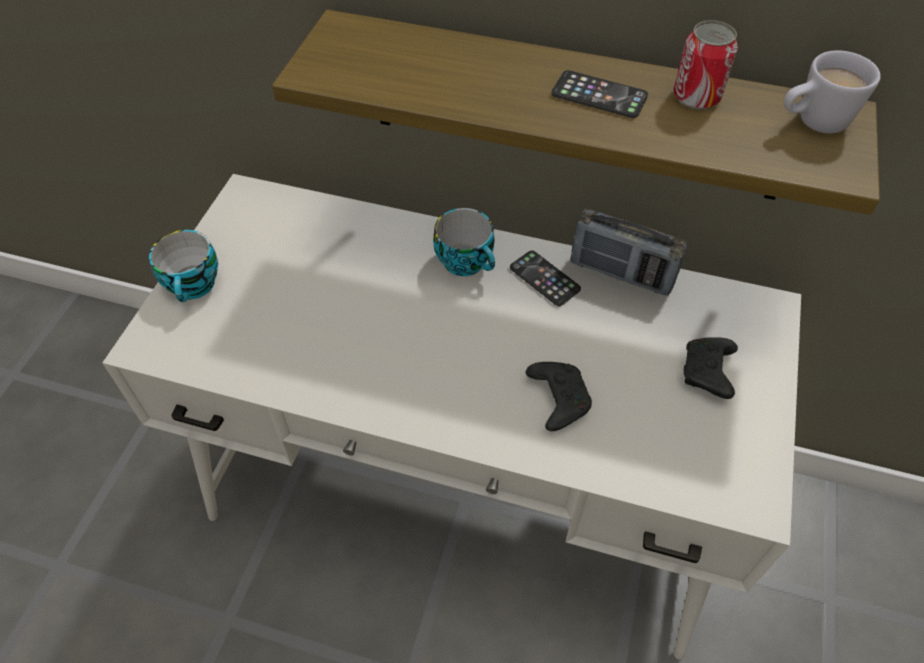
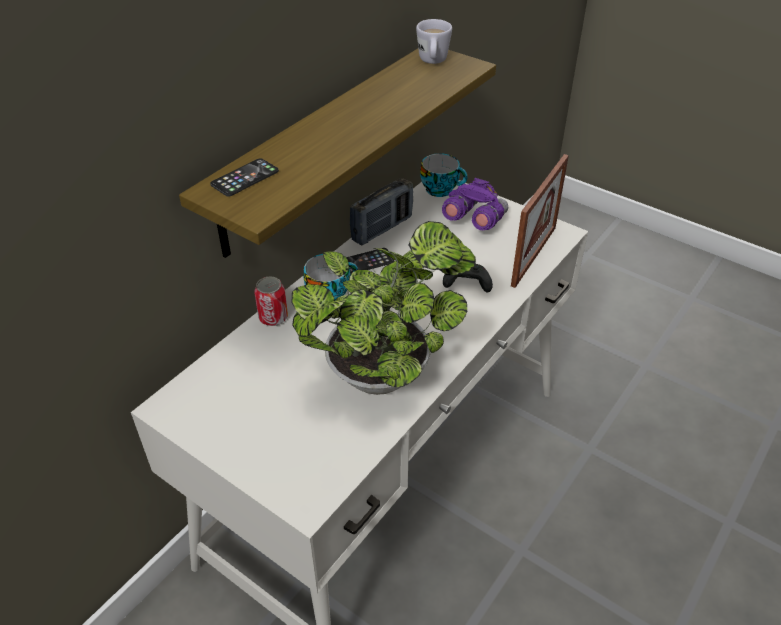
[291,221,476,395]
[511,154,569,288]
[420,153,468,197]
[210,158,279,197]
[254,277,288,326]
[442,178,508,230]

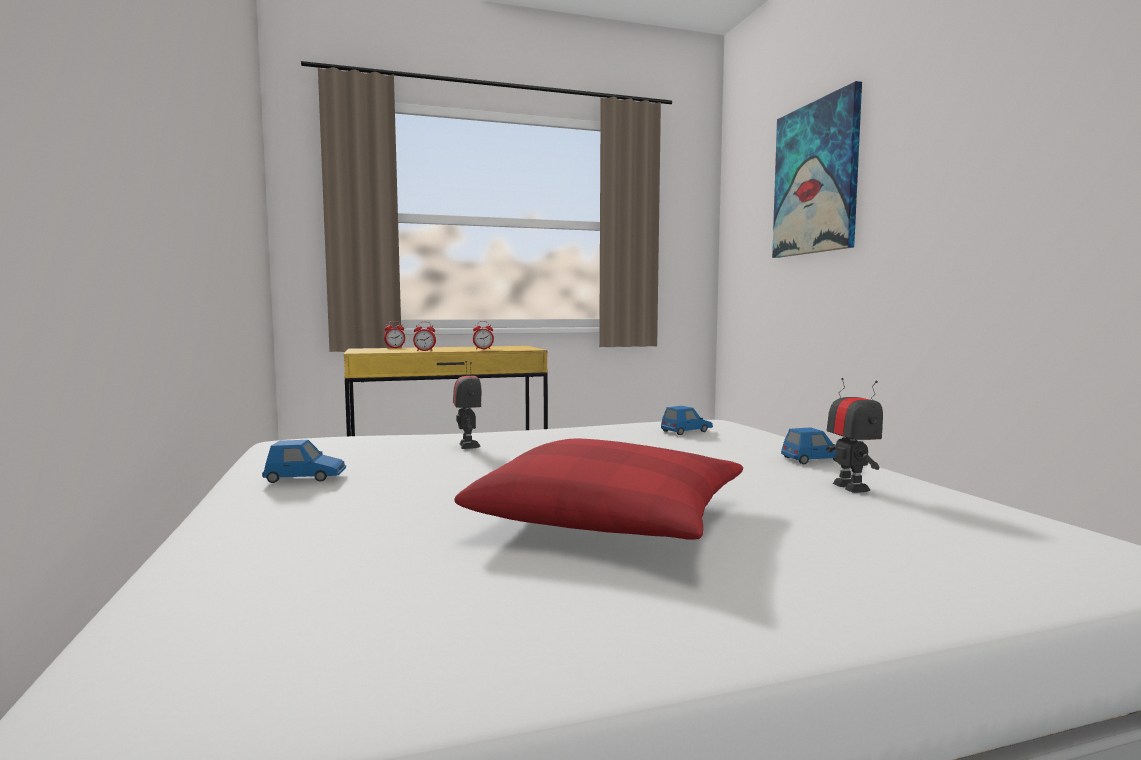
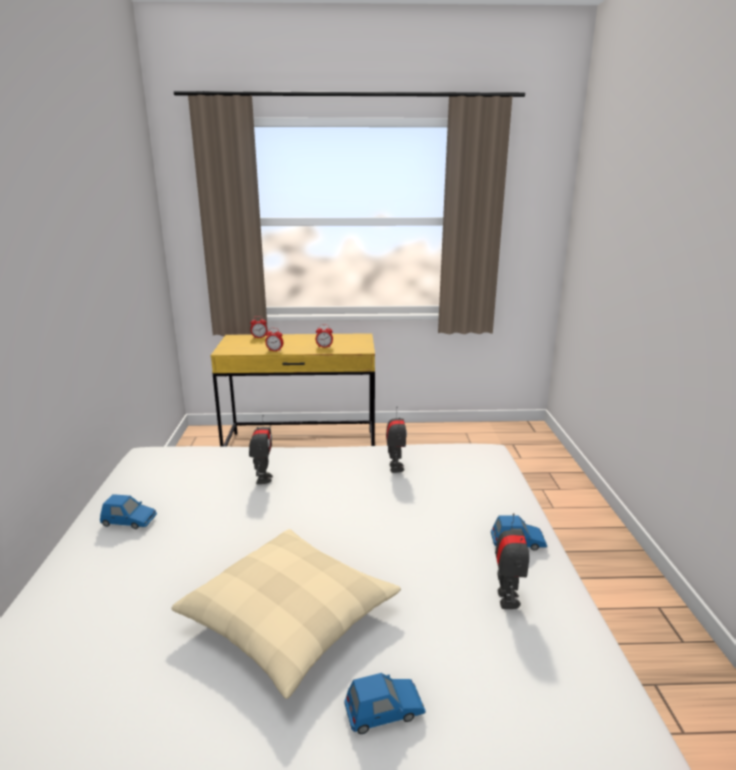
[772,81,862,258] (first image)
[386,407,407,473]
[344,673,426,734]
[172,529,401,699]

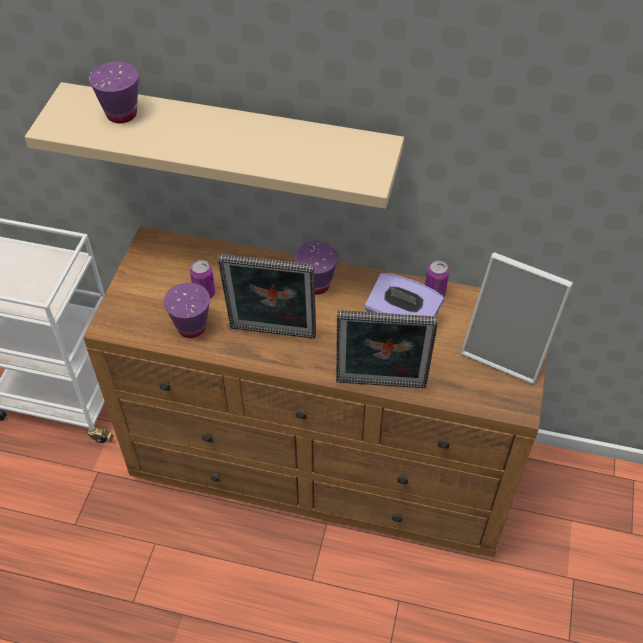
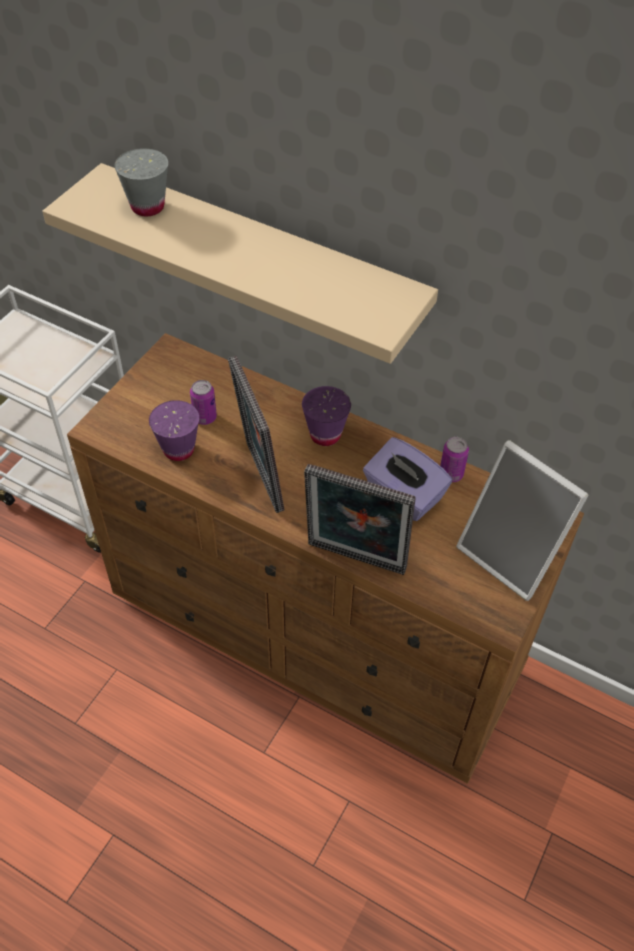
[114,148,168,216]
[228,356,285,513]

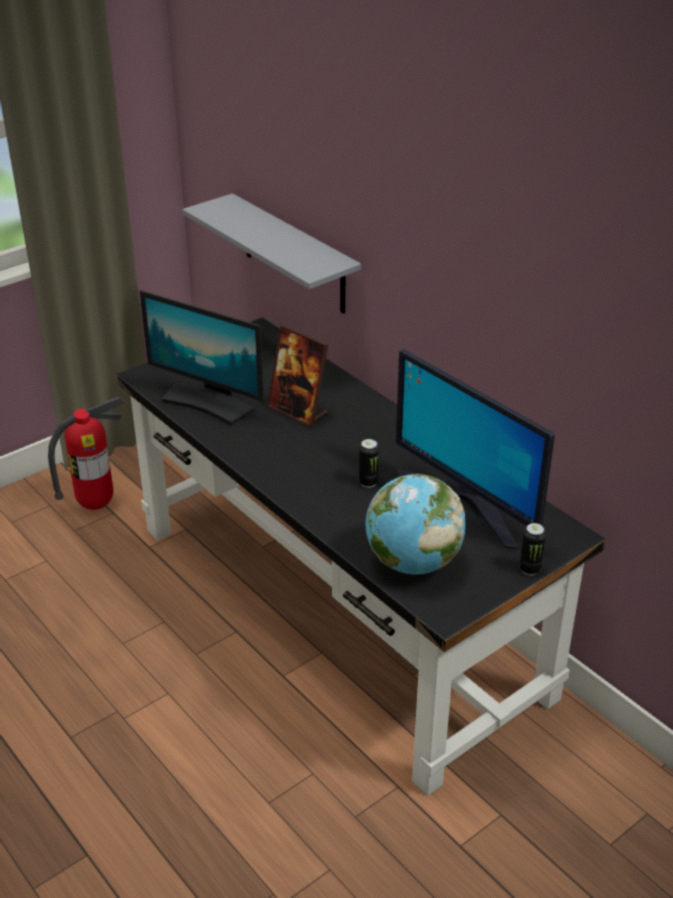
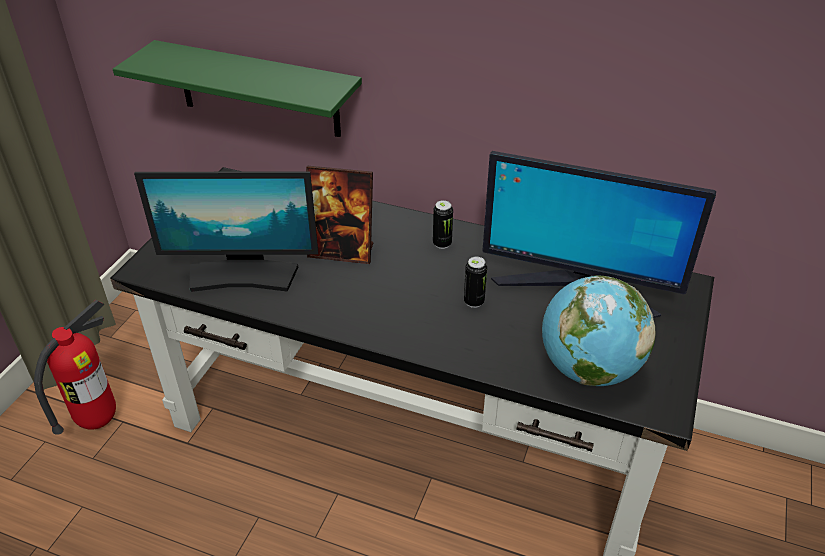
[433,200,453,249]
[113,40,362,137]

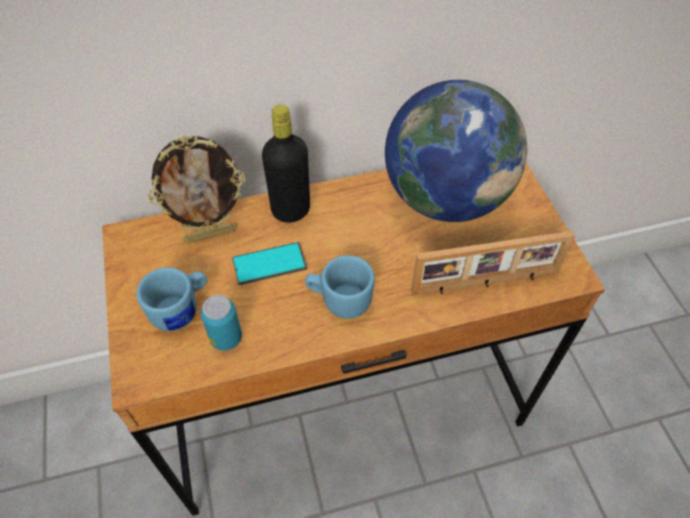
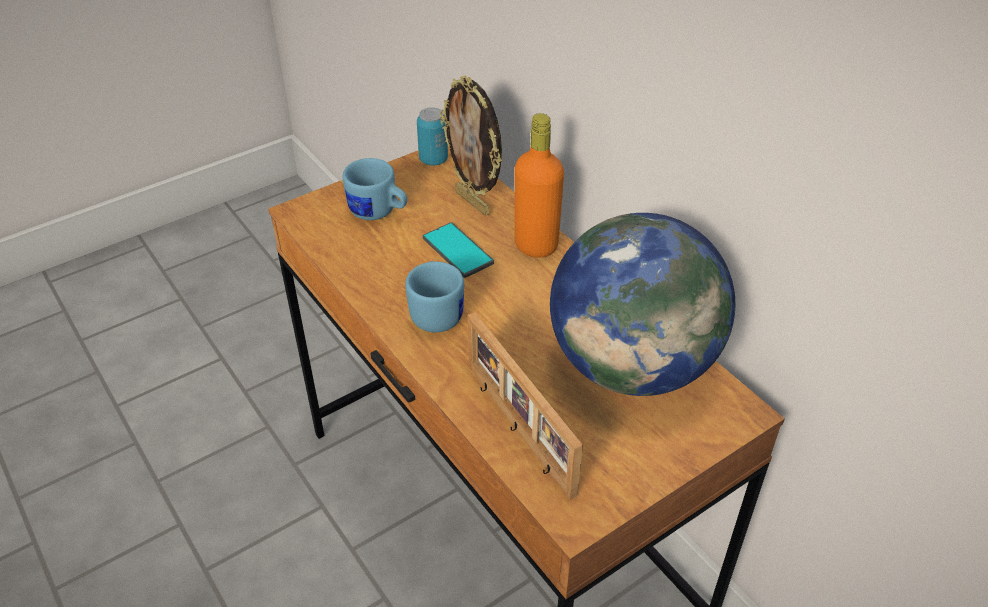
[417,107,448,166]
[514,113,564,257]

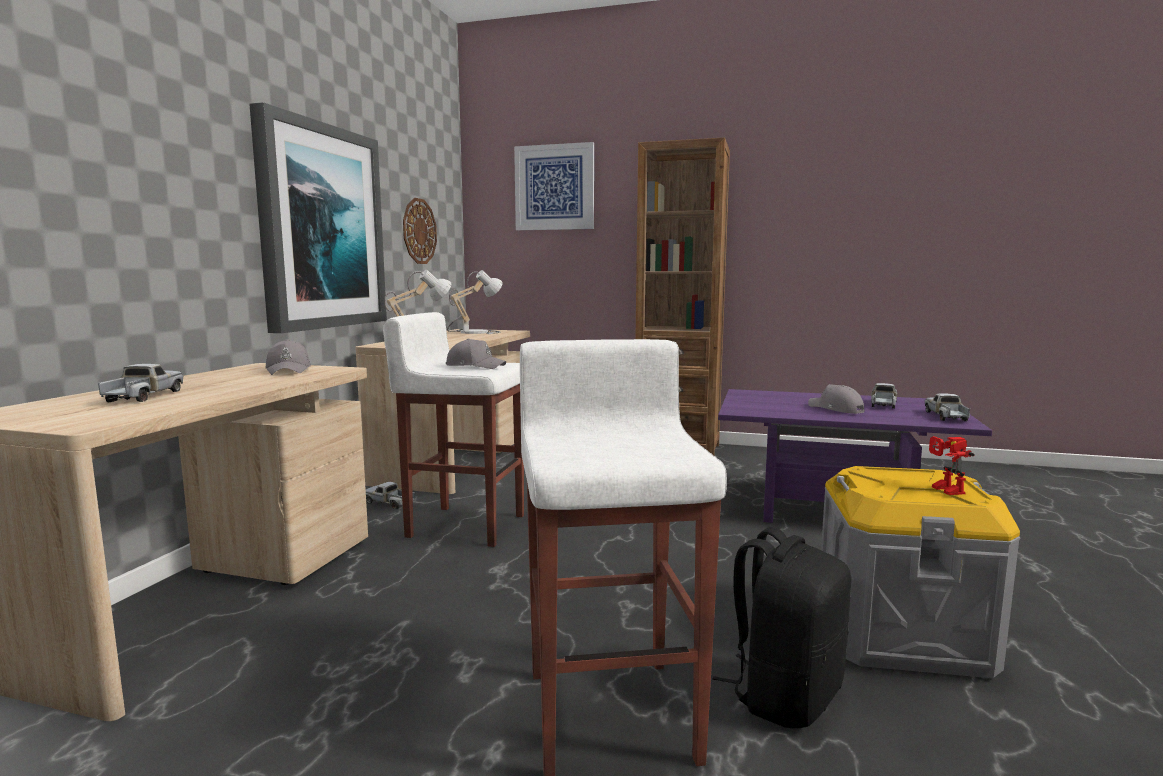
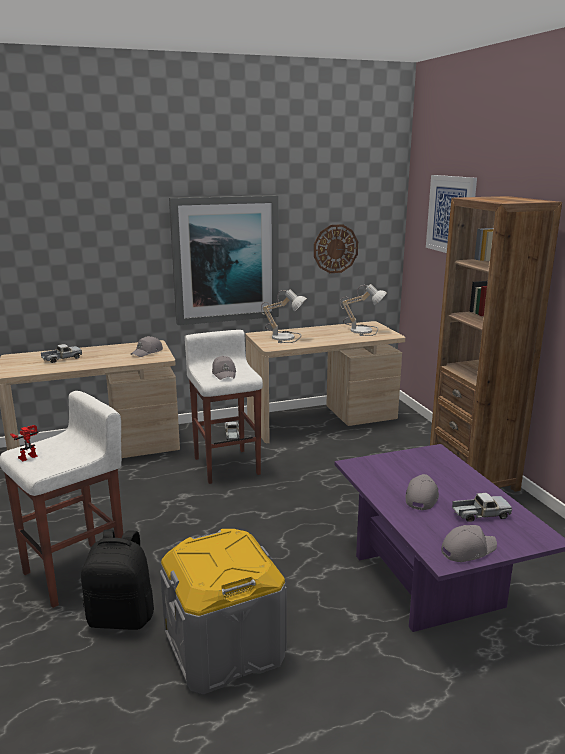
[10,425,39,461]
[442,525,497,562]

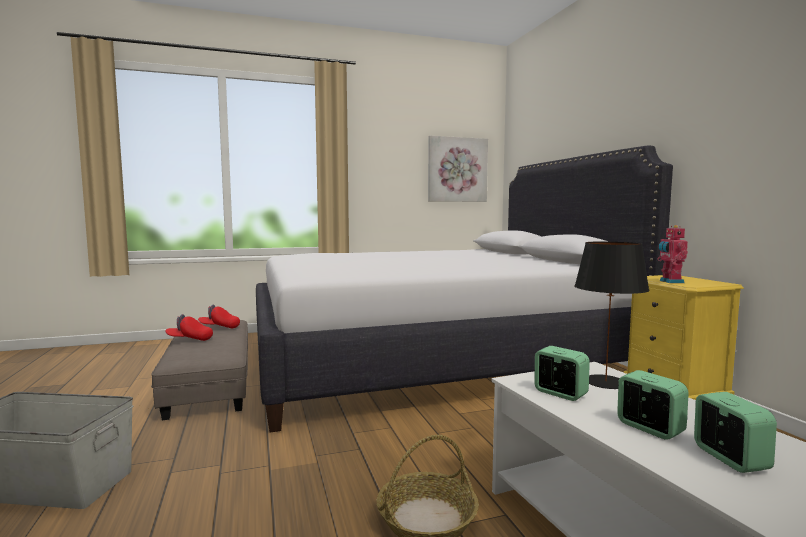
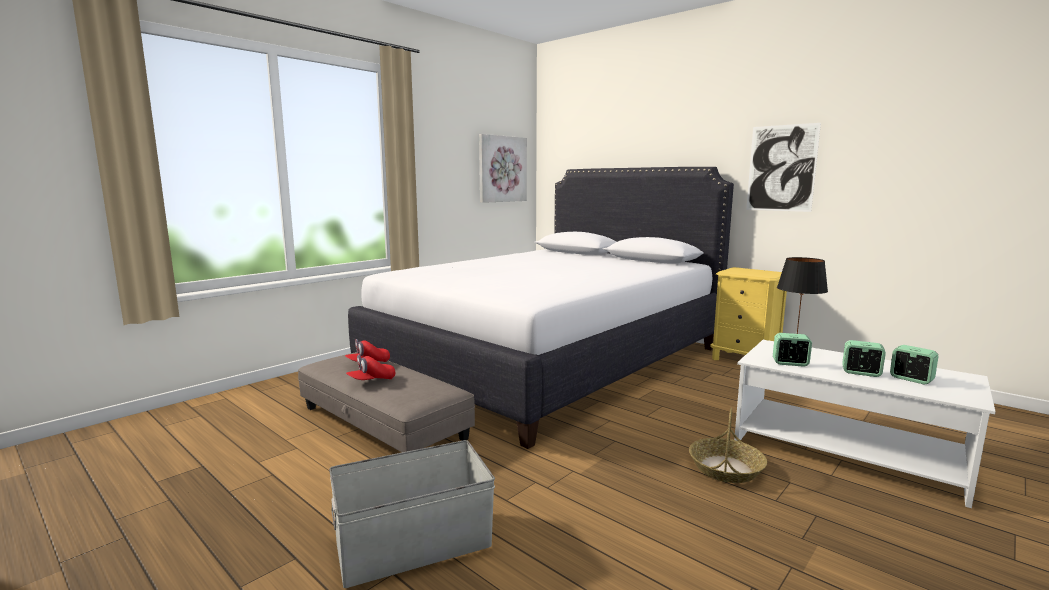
[657,225,688,283] (first image)
[746,123,821,212]

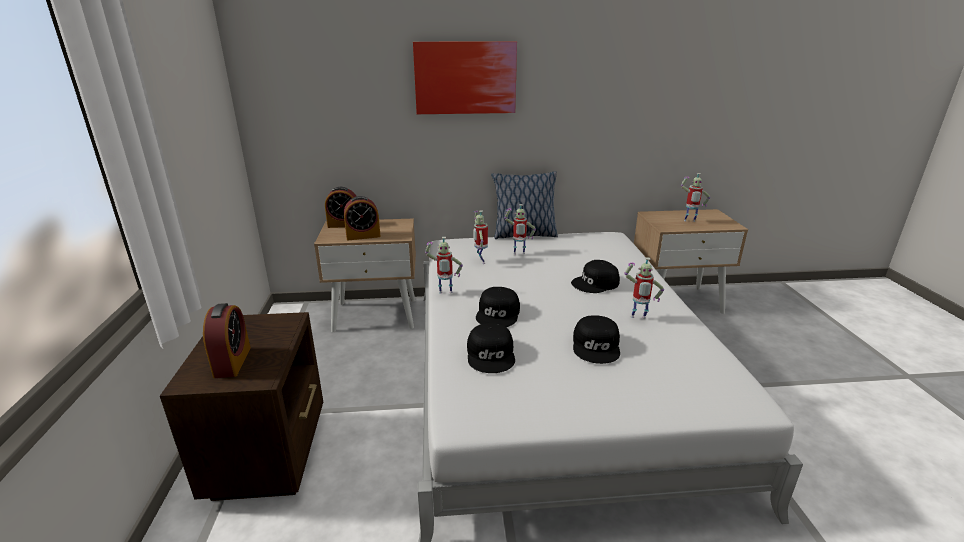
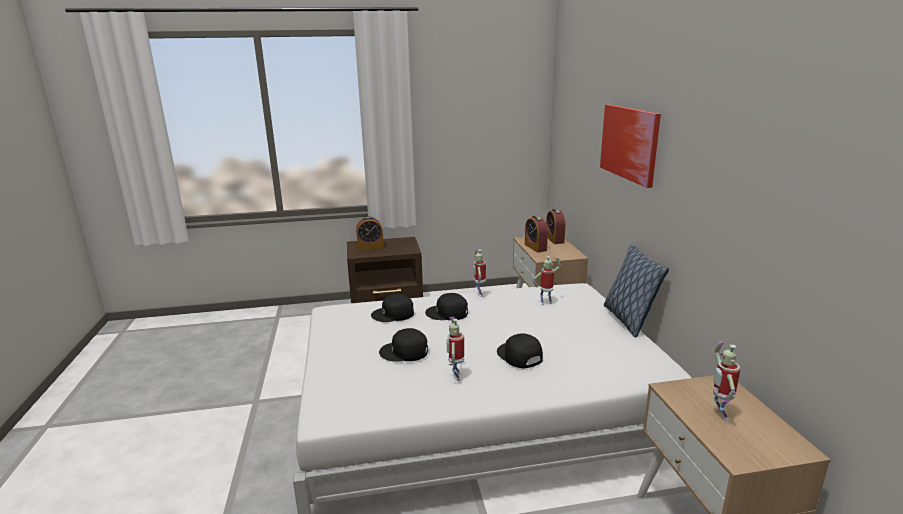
[504,204,536,254] (first image)

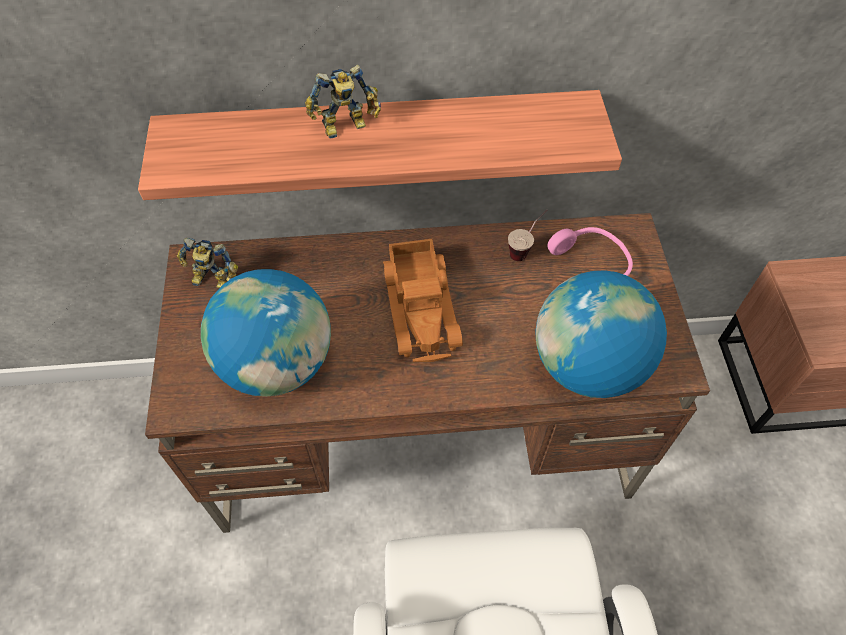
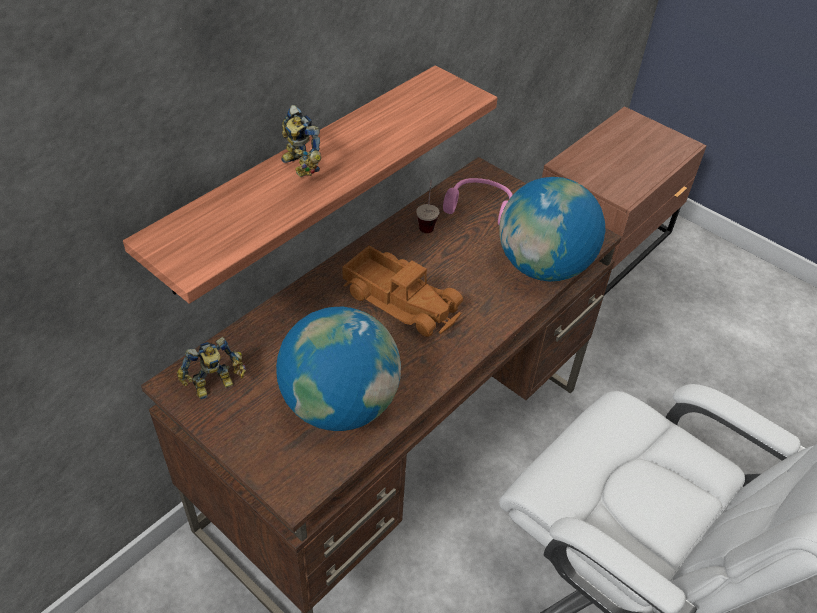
[281,105,322,177]

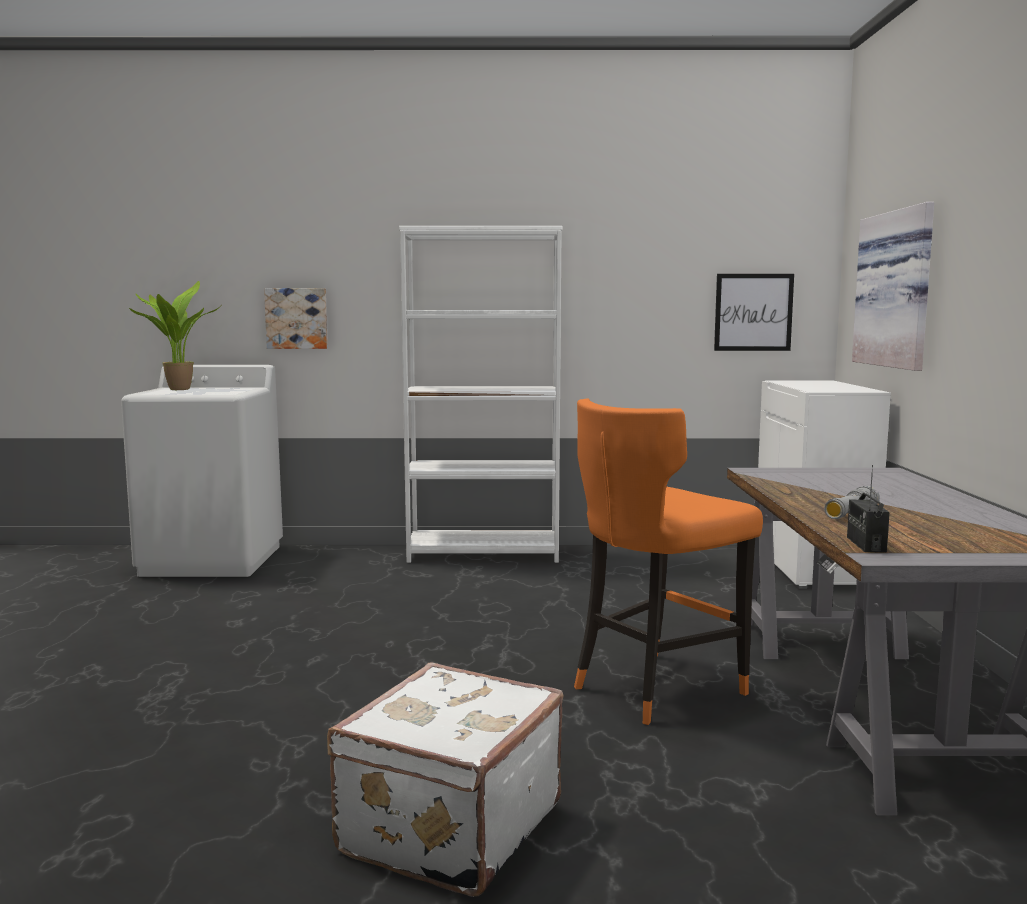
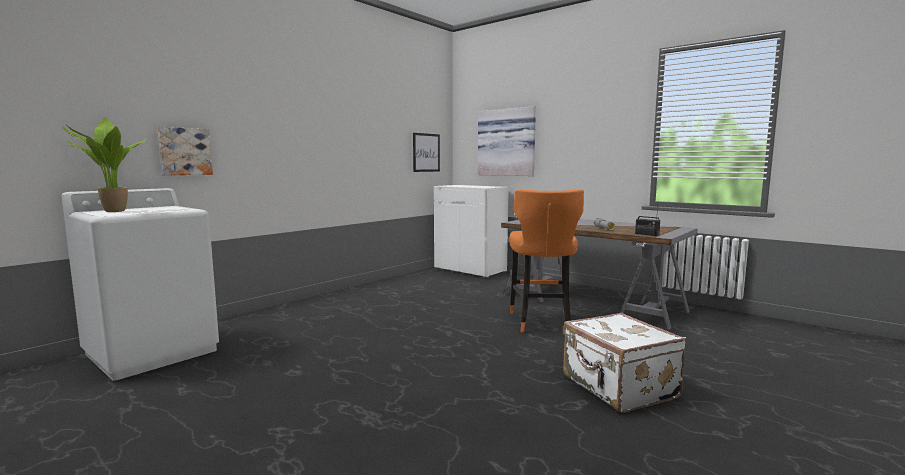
[399,226,562,563] (first image)

